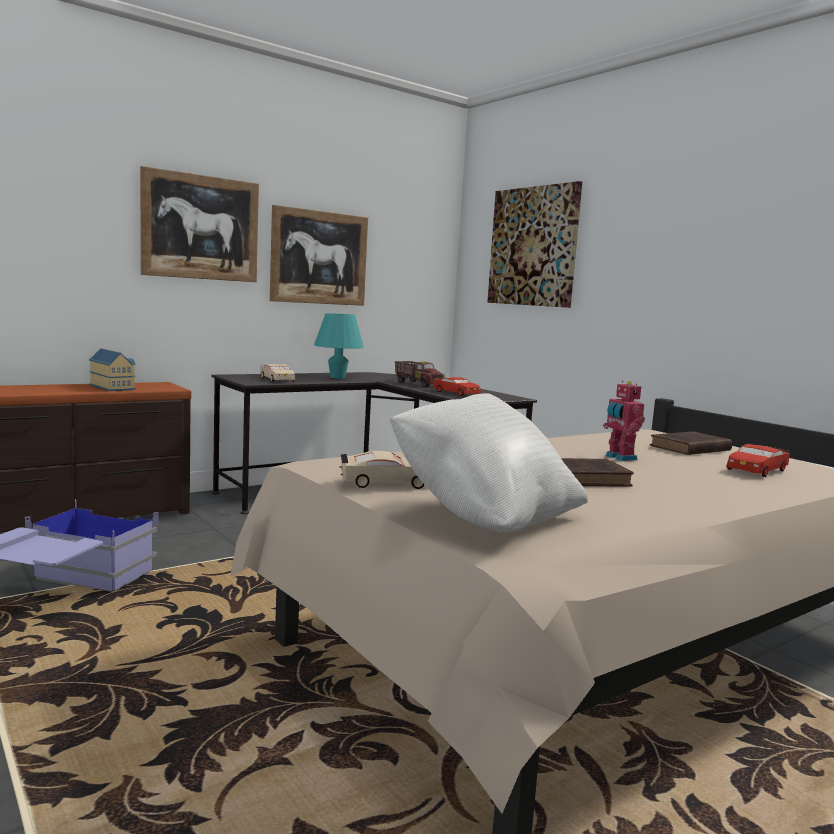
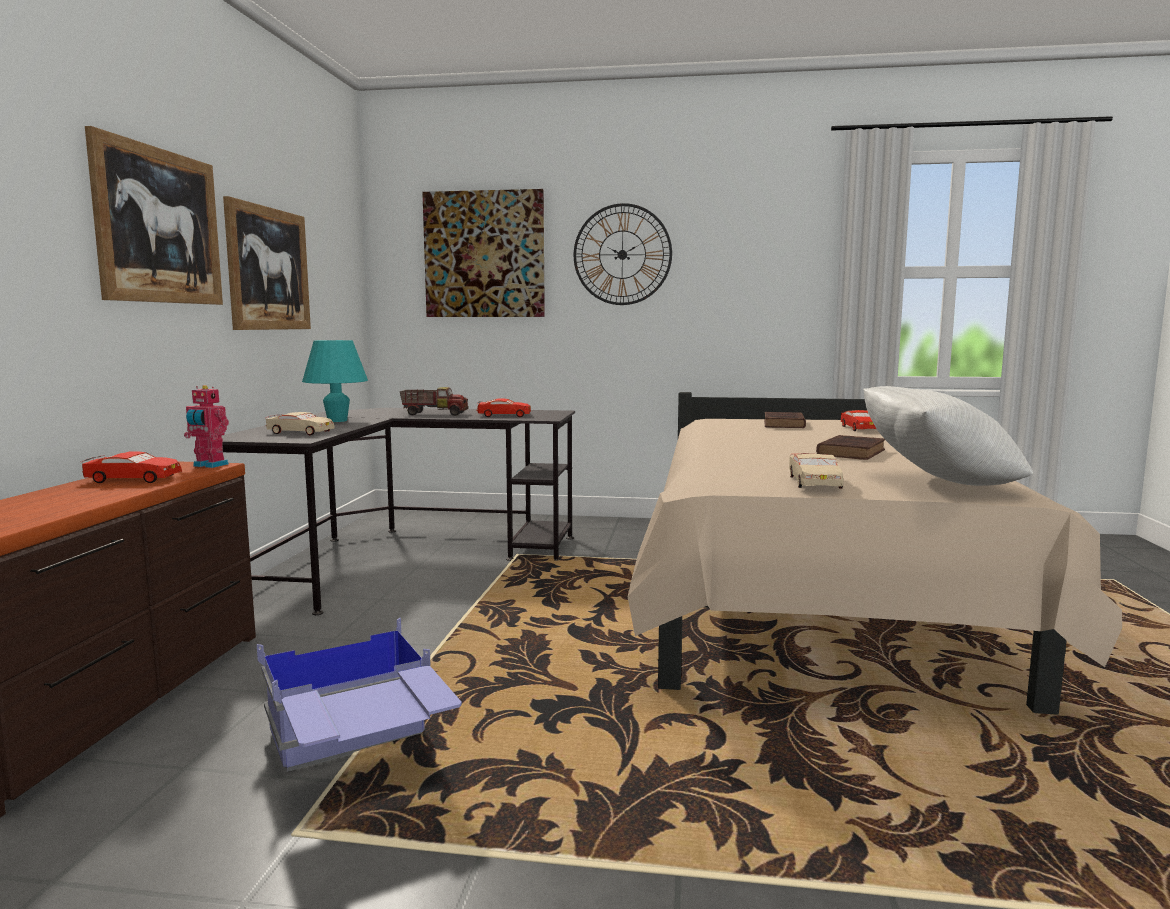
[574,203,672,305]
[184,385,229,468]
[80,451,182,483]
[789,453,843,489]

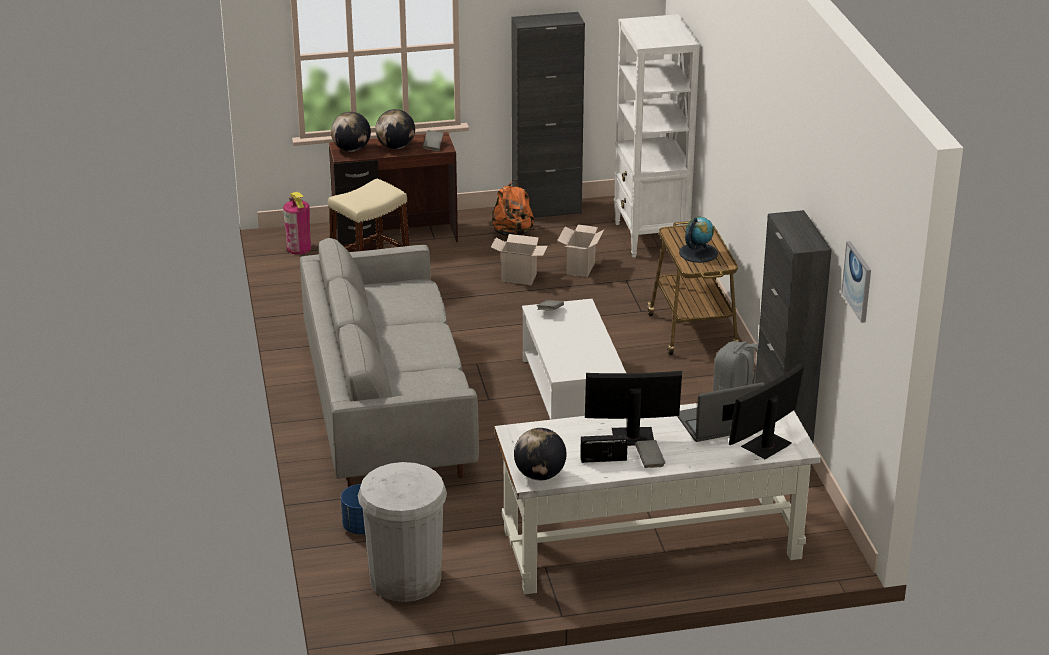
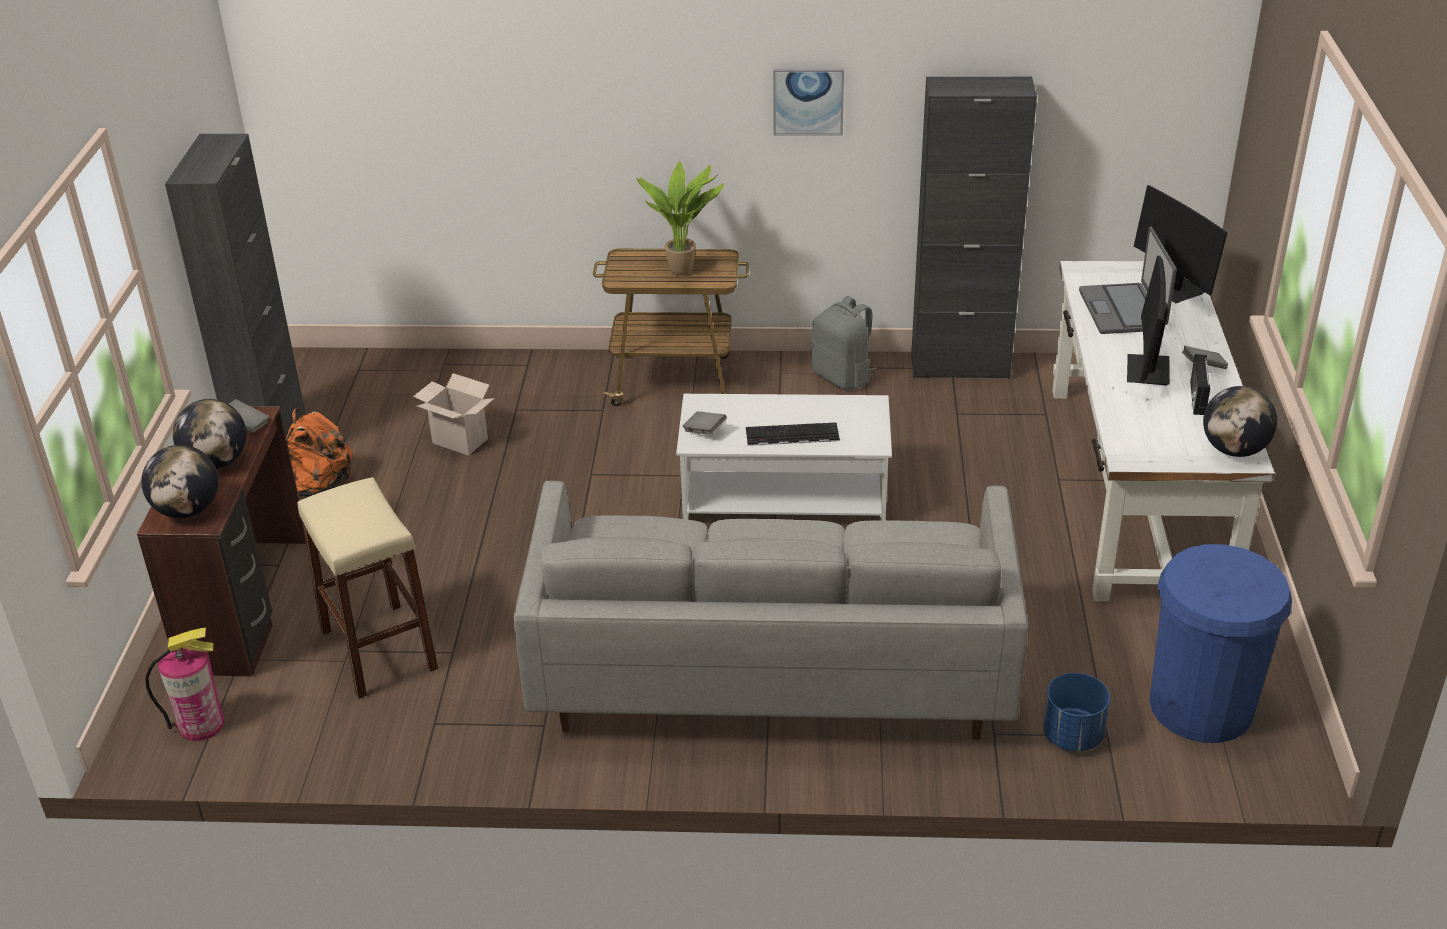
[491,234,548,285] (first image)
[614,14,700,258] (first image)
[746,423,840,446]
[773,68,844,136]
[636,161,724,276]
[1150,544,1292,743]

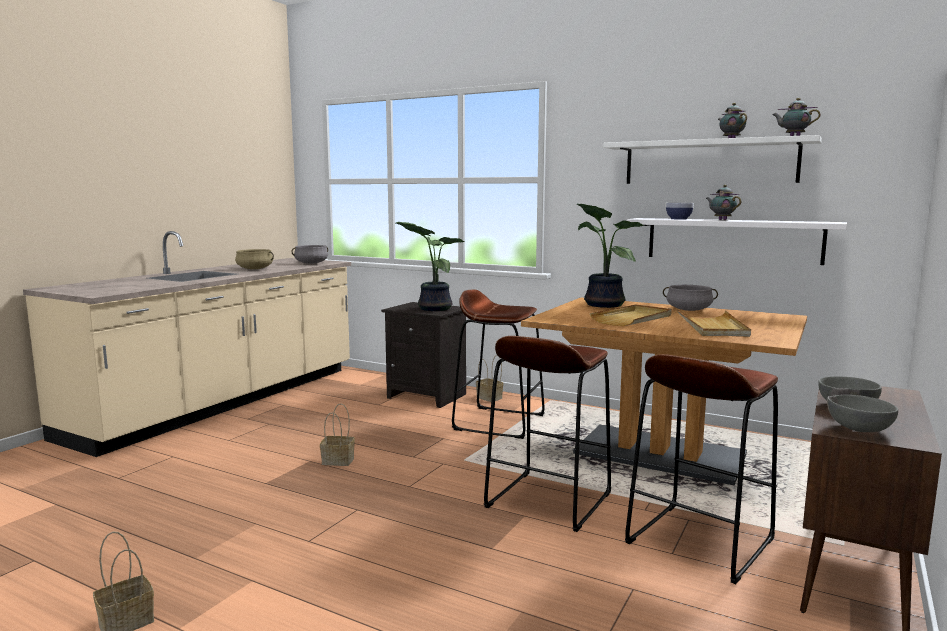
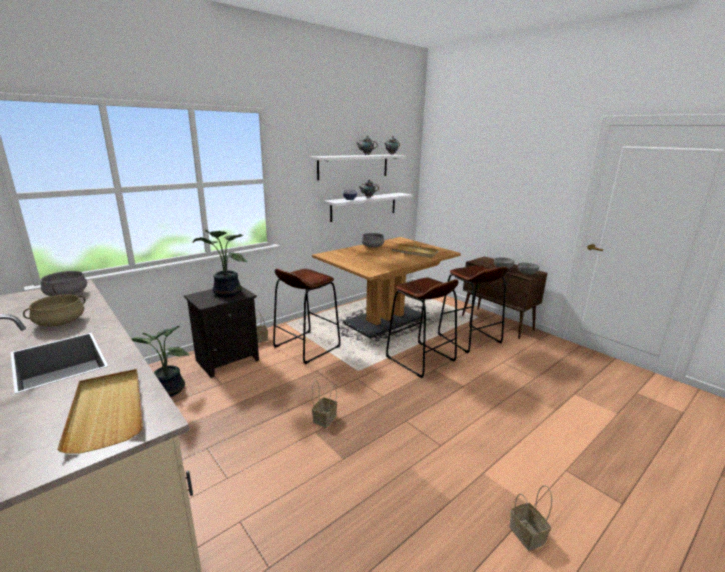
[131,326,189,397]
[57,369,143,453]

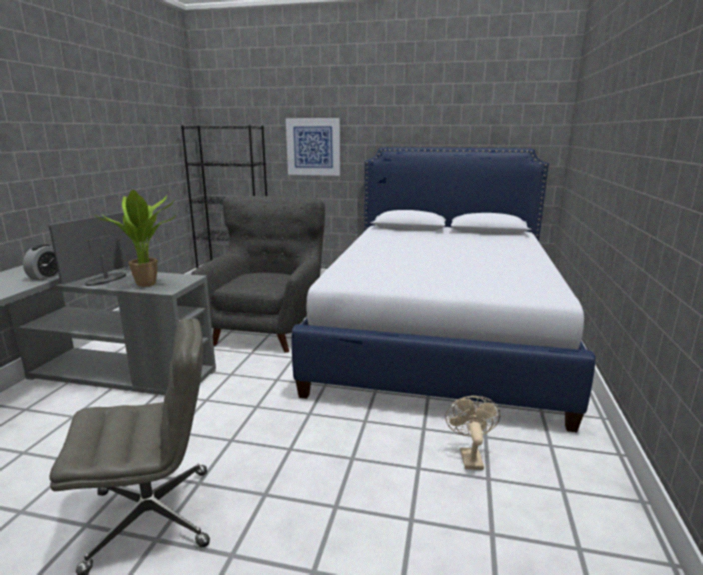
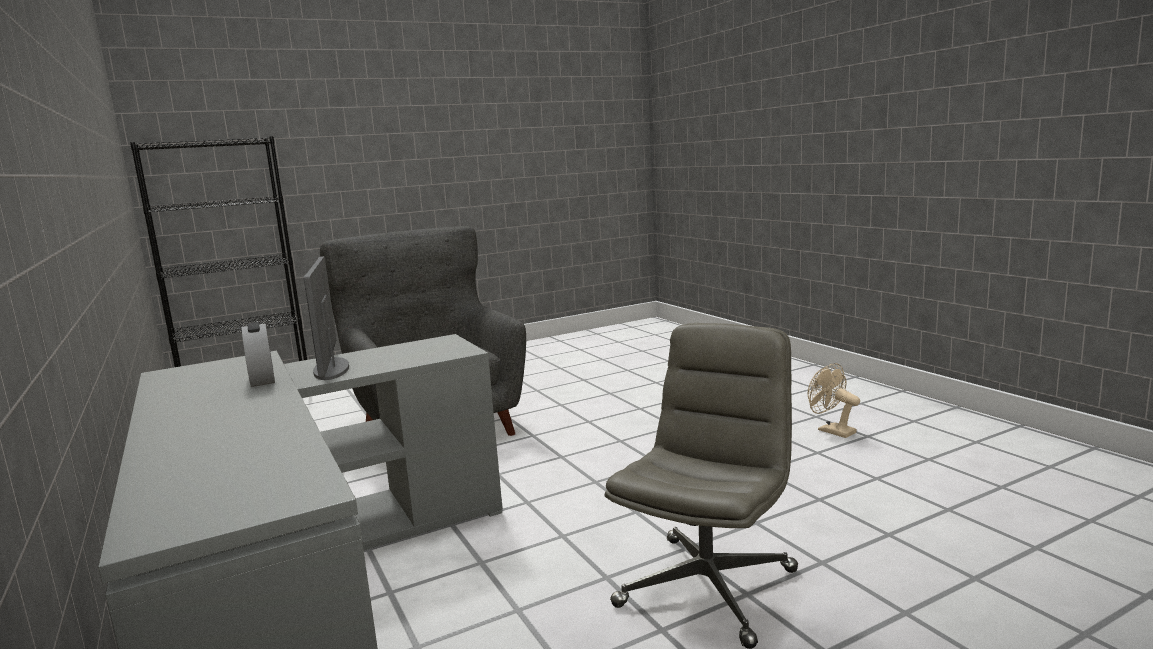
[94,190,176,287] (first image)
[286,118,340,176] (first image)
[292,147,596,432] (first image)

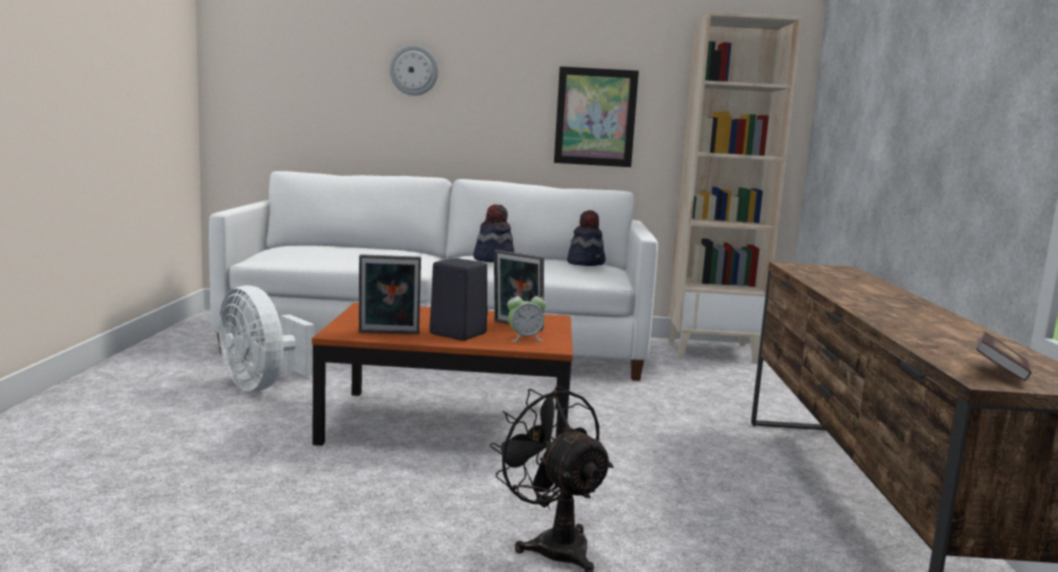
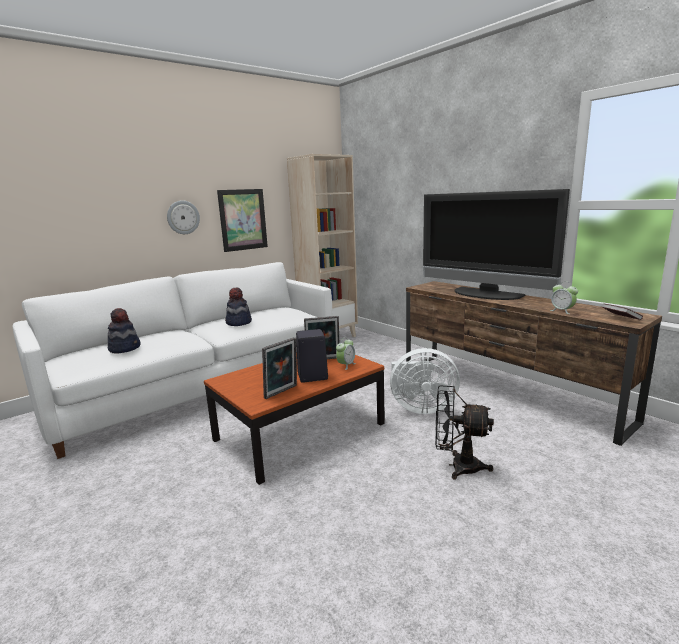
[423,189,570,300]
[550,282,578,314]
[390,348,460,414]
[167,200,200,234]
[108,308,140,353]

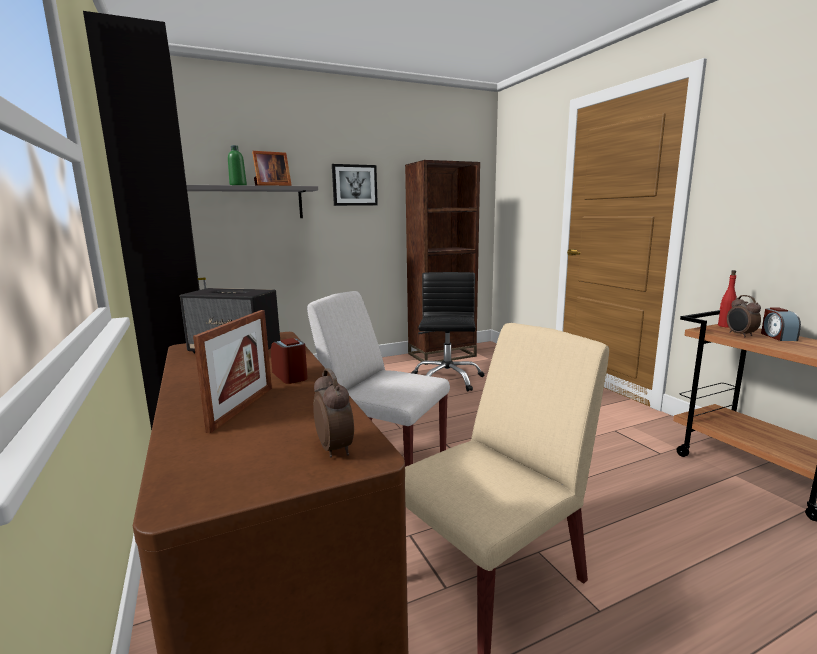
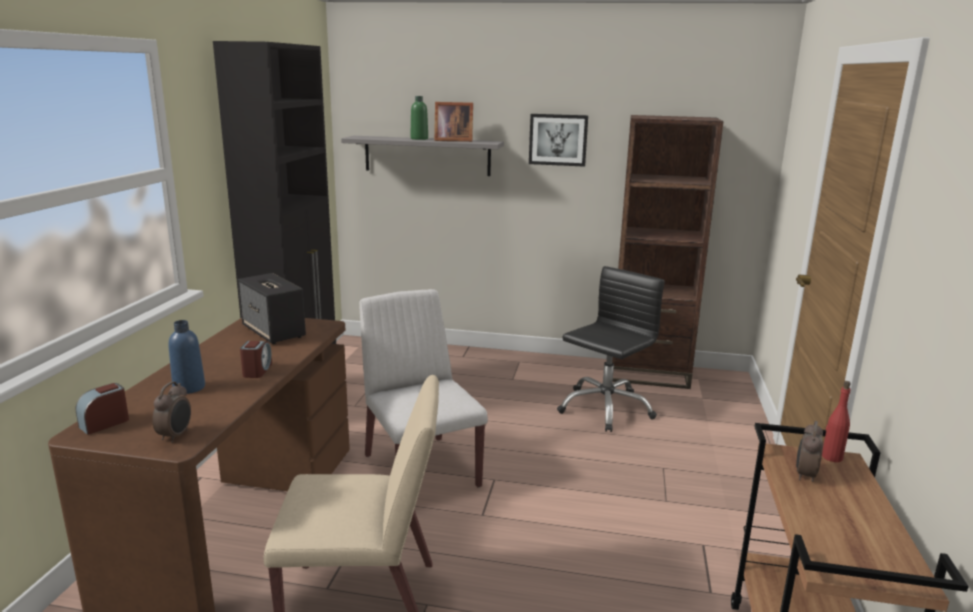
[76,383,129,435]
[169,320,205,394]

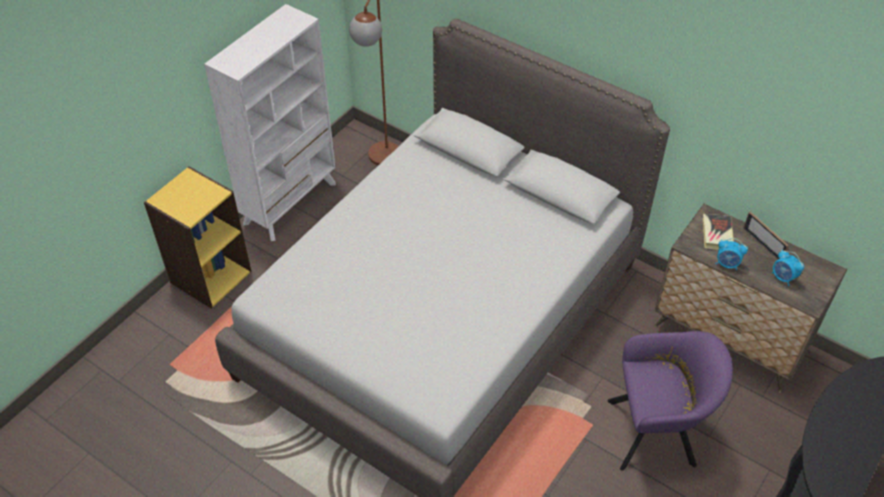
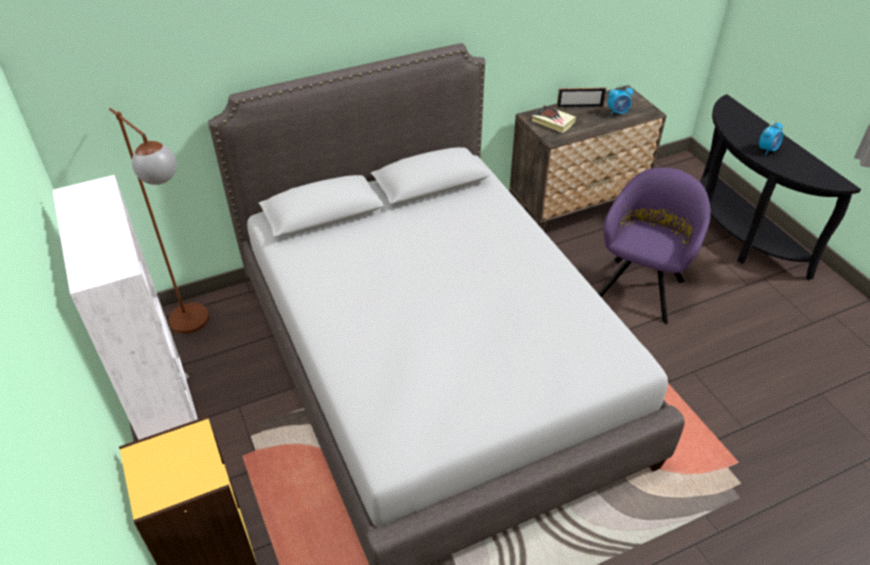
[759,121,783,155]

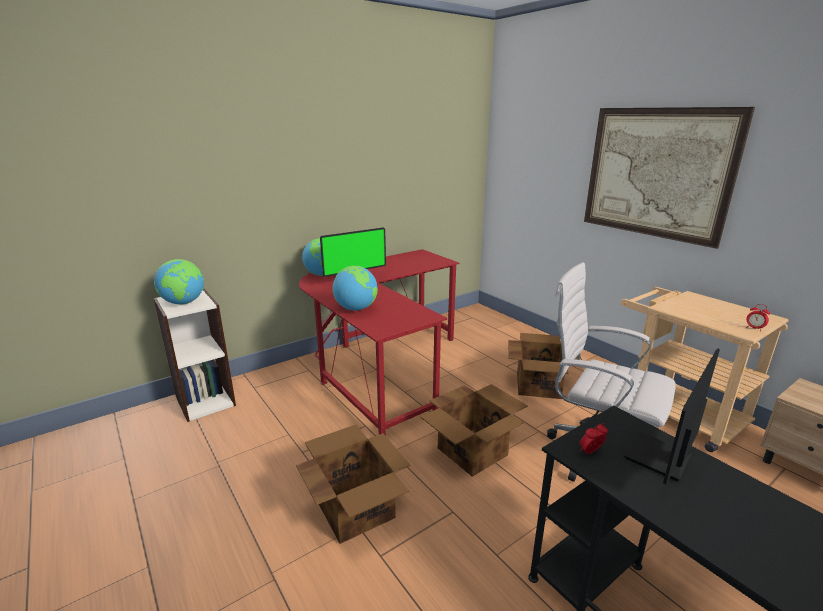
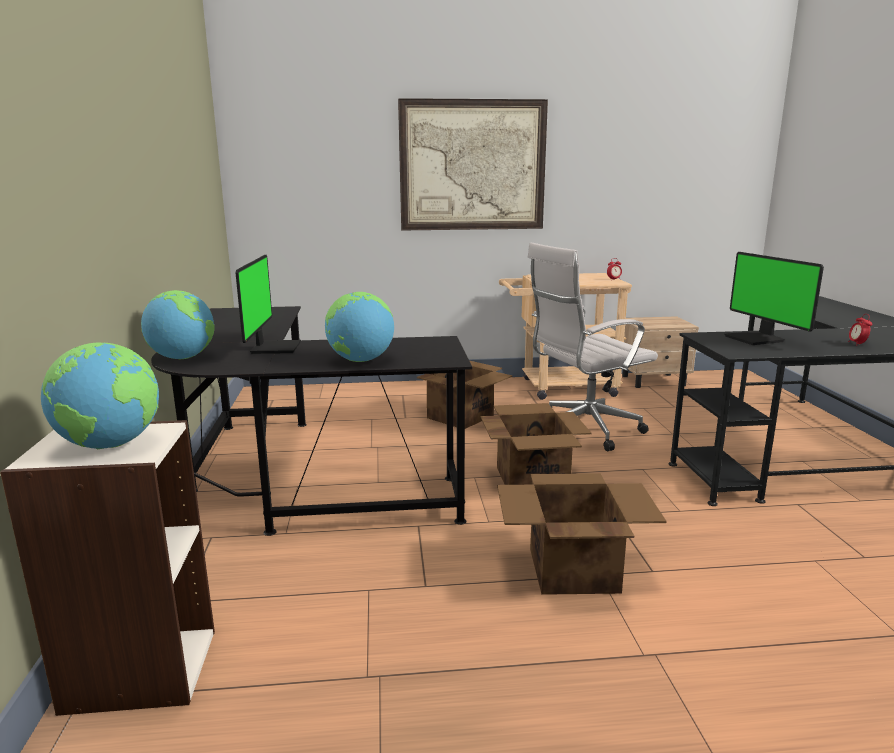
[848,314,872,346]
[151,306,472,536]

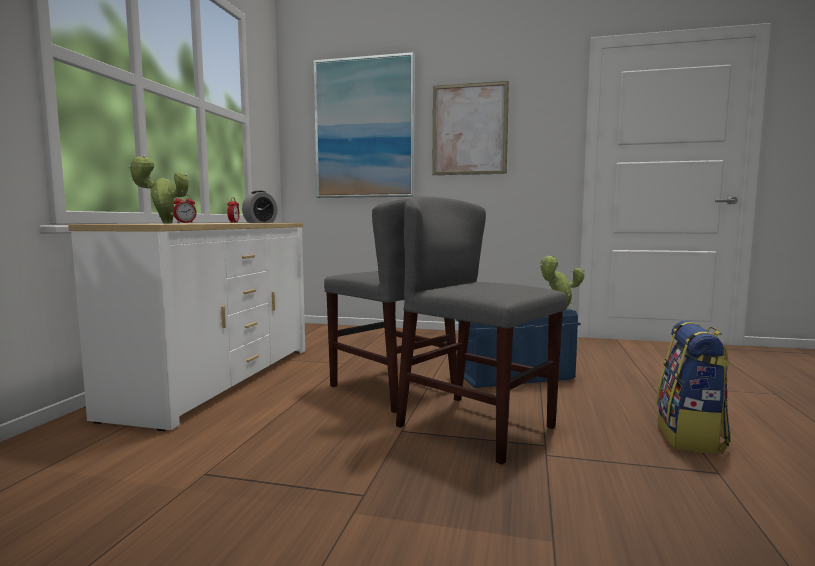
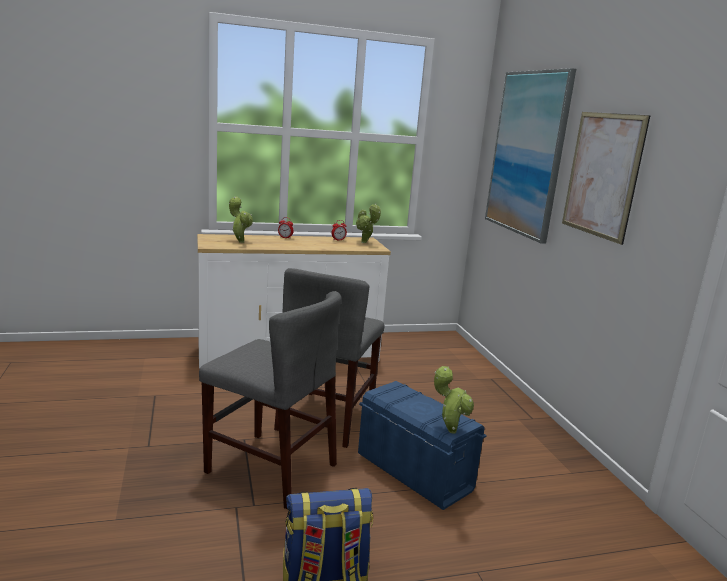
[356,203,381,243]
[199,291,341,510]

